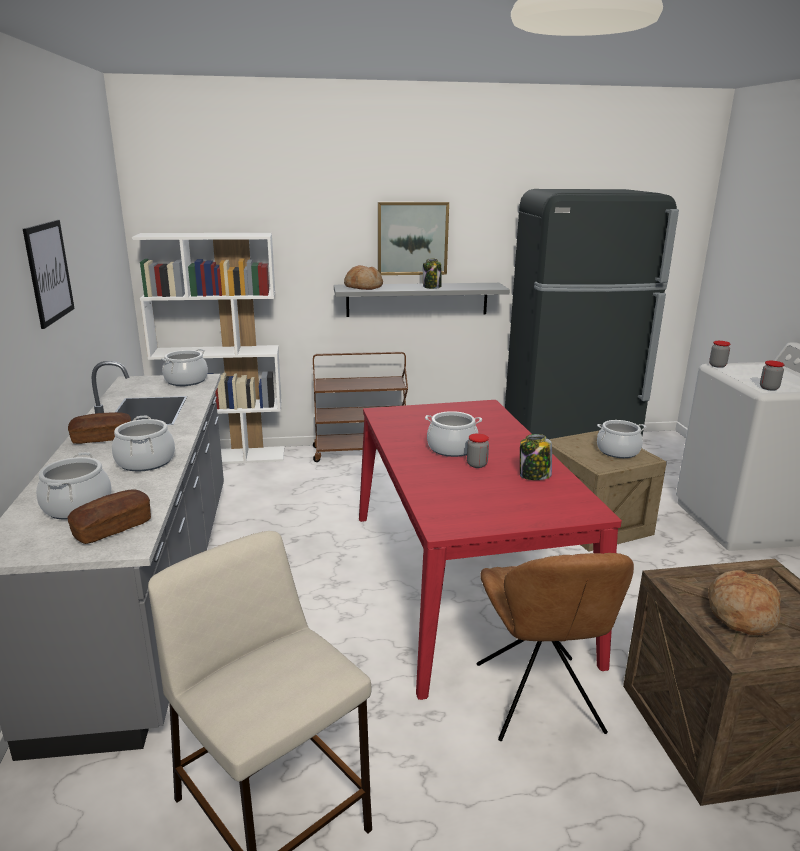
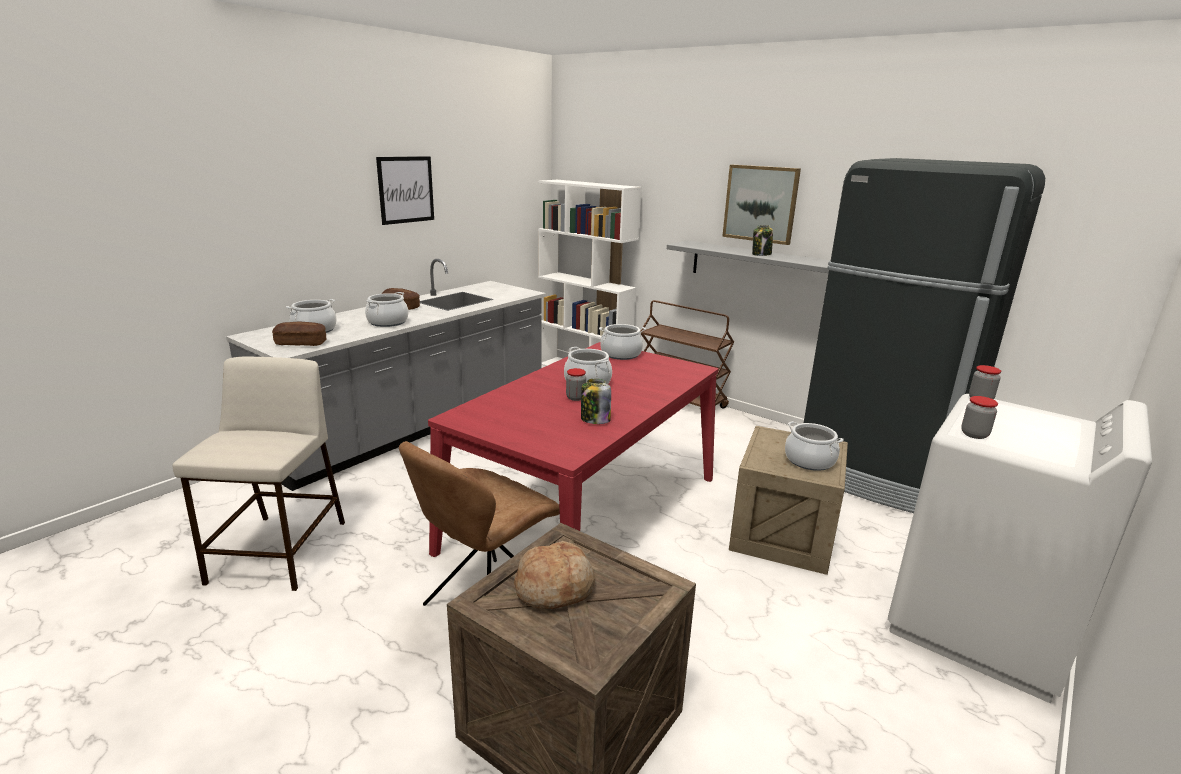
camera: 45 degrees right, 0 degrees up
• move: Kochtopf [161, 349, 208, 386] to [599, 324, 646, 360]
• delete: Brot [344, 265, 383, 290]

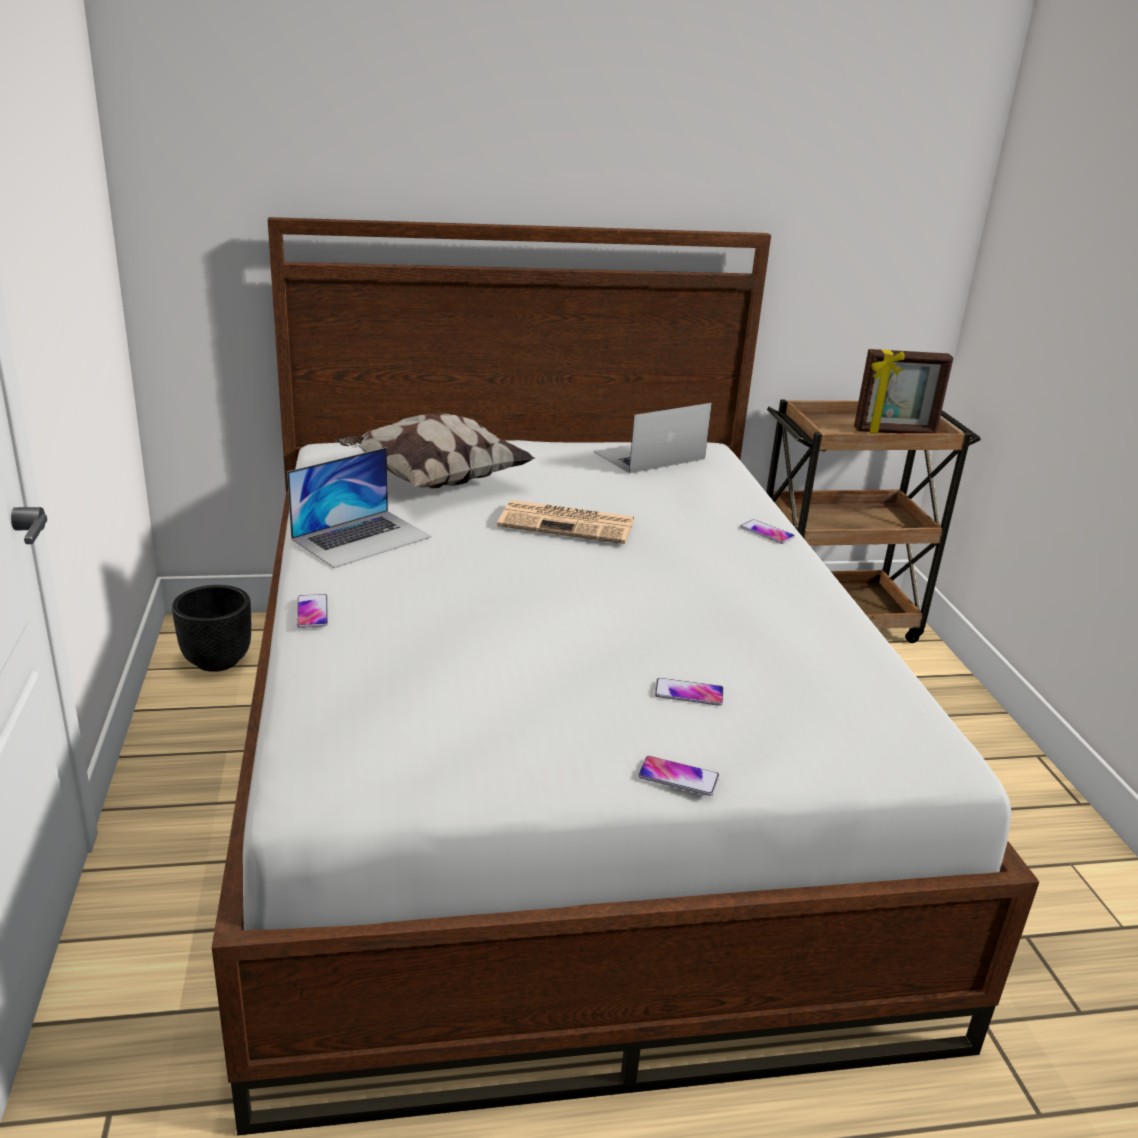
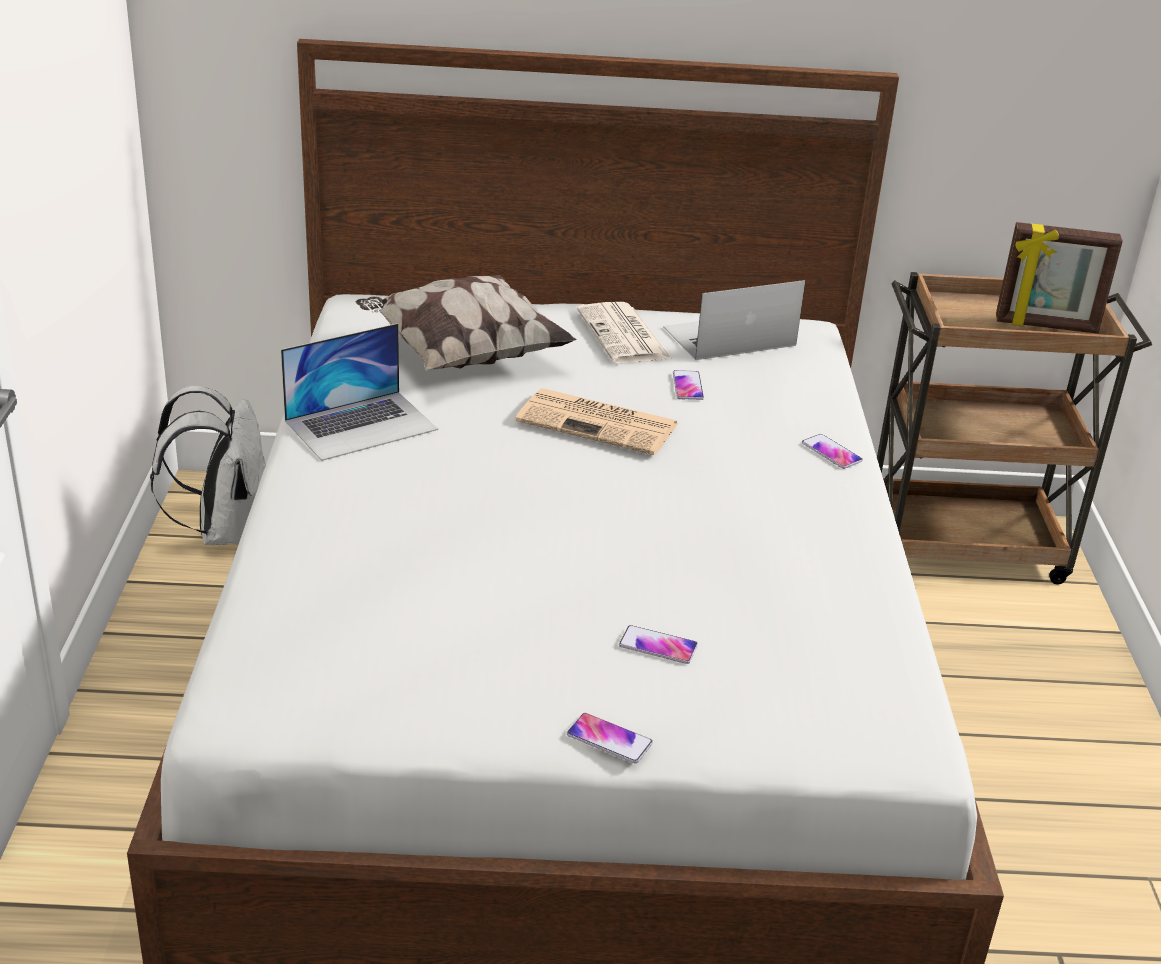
camera: 10 degrees right, 5 degrees up
• replace: Pflanzkübel (schwarz) [172, 585, 251, 672] to Rucksack (weiß) [150, 386, 265, 545]
• insert: Zeitung [577, 302, 672, 363]
• move: Handy [297, 594, 328, 628] to [673, 370, 704, 400]

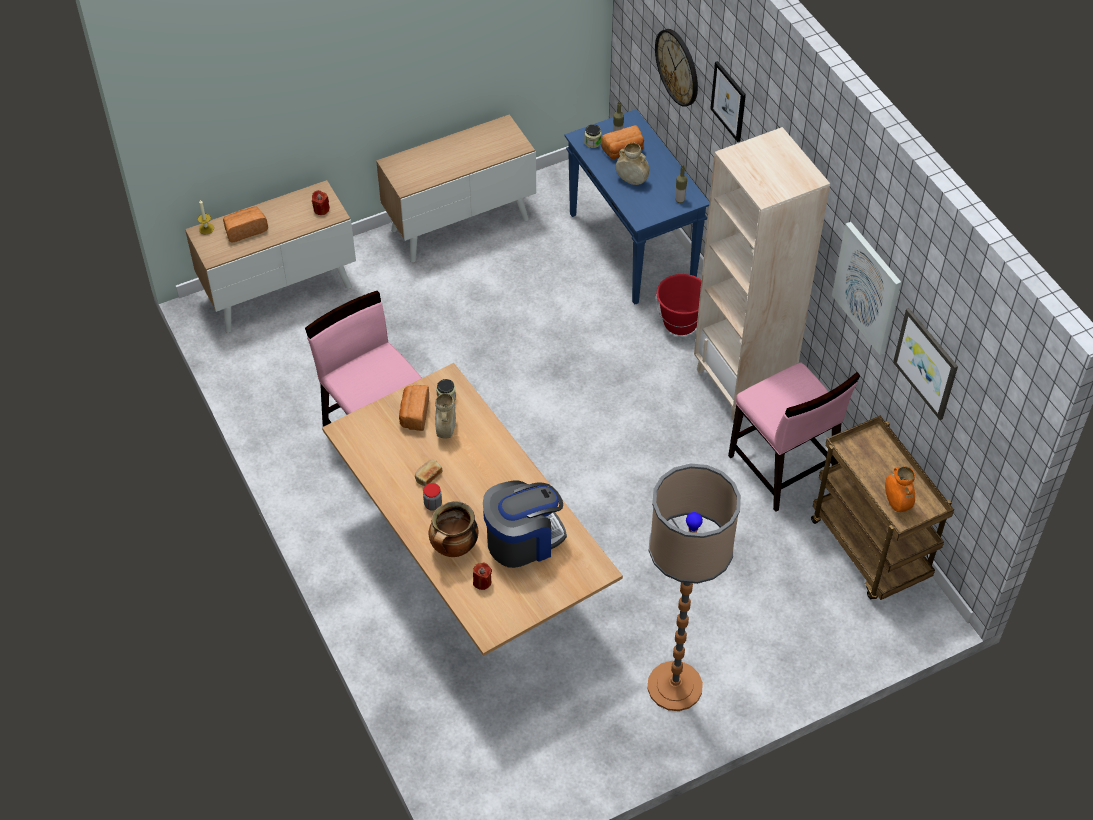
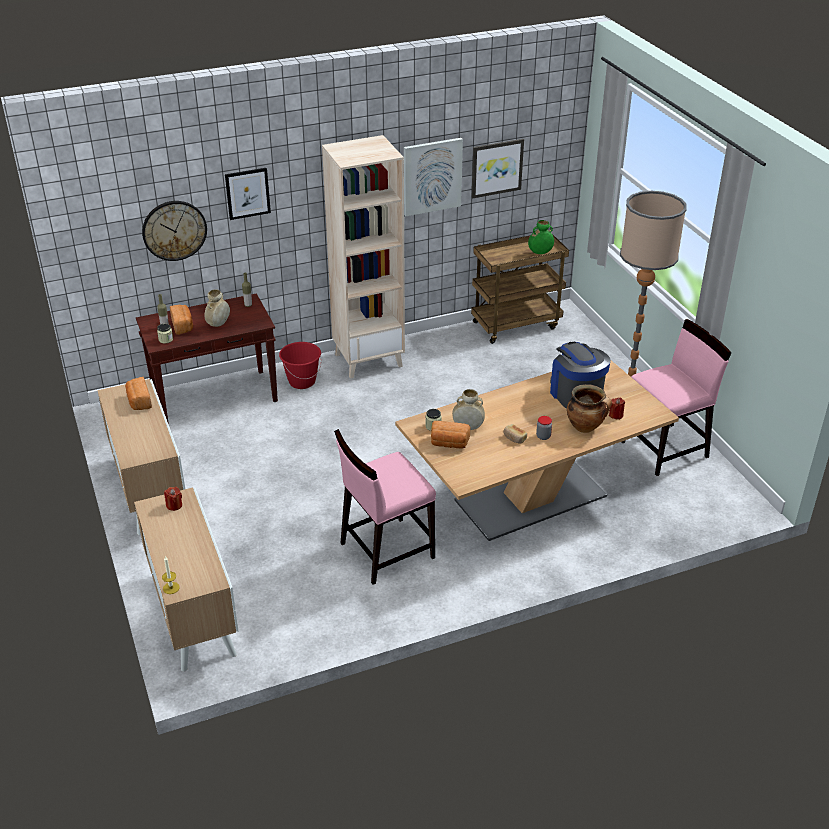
camera: 85 degrees left, 15 degrees down
• move: Brot [223, 206, 268, 243] to [125, 377, 152, 410]
• recolor: Konsolentisch (blau) [565, 109, 709, 305] to Konsolentisch (braun) [136, 293, 278, 424]
• recolor: Vase (orange) [885, 466, 915, 512] to Vase (grün) [528, 220, 554, 254]
• move: Stuhl (rosa) [728, 362, 860, 512] to [621, 319, 732, 476]

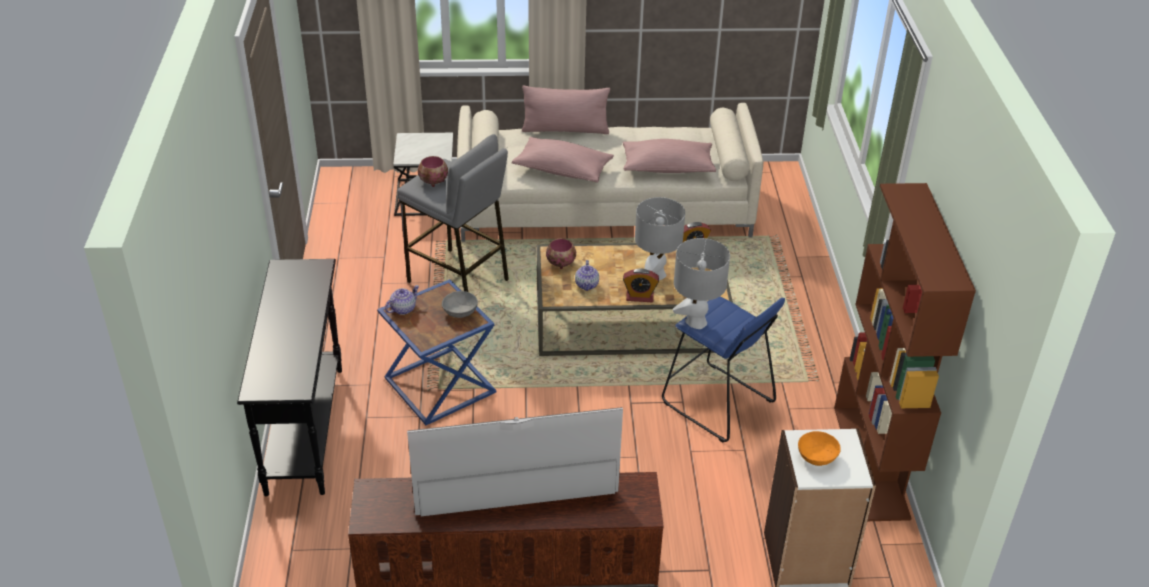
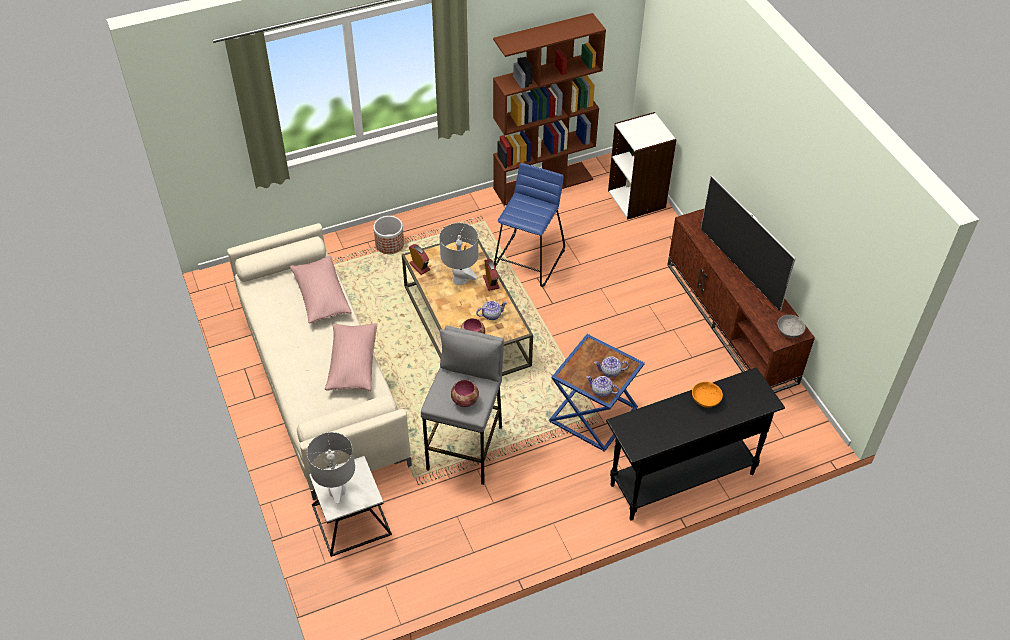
camera: 110 degrees left, 10 degrees up
• move: Tischlampe (grau) [673, 238, 730, 329] to [307, 432, 355, 504]
• insert: Pflanzkübel [373, 216, 404, 254]
• insert: Teekanne [594, 357, 629, 378]
• move: Schüssel (orange) [798, 431, 841, 466] to [692, 381, 723, 408]
• move: Schüssel (grau) [442, 291, 478, 318] to [777, 315, 806, 338]
• delete: Kissen (rosa) [522, 86, 610, 134]

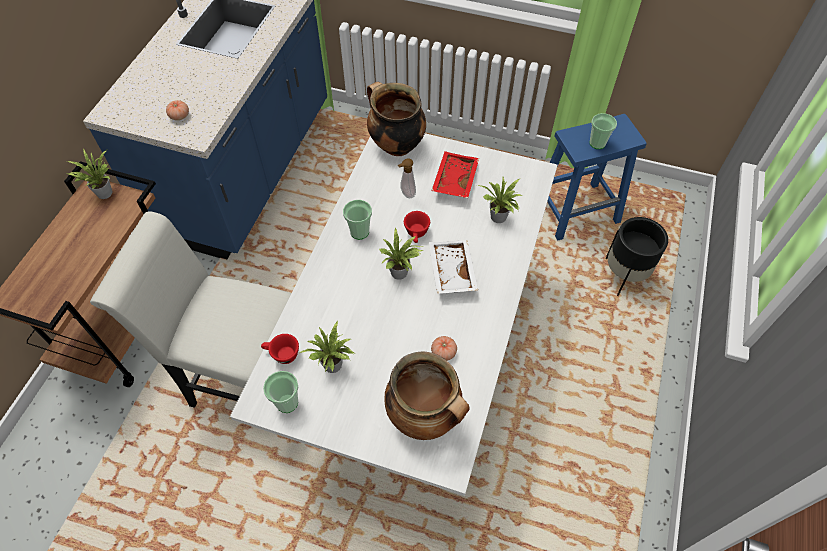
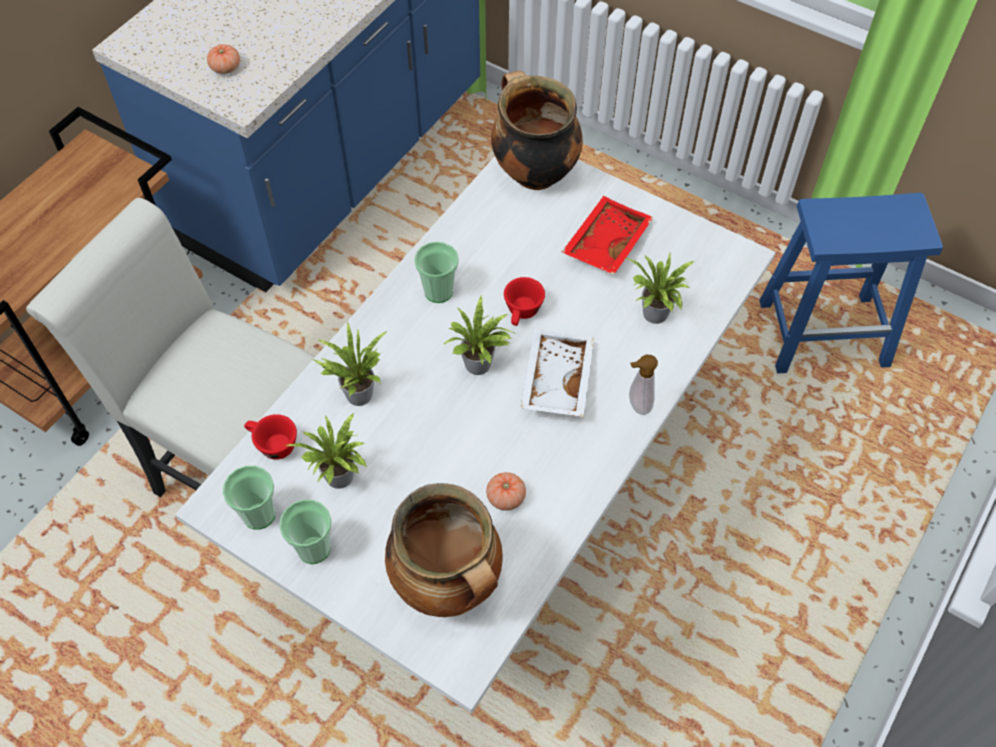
camera: 15 degrees right, 0 degrees up
• move: Tasse [589, 113, 617, 149] to [279, 500, 332, 564]
• move: Topfpflanze [66, 148, 113, 199] to [312, 321, 387, 406]
• move: Seifenspender [398, 158, 416, 198] to [629, 355, 658, 415]
• delete: Pflanzkübel (schwarz) [606, 217, 668, 296]

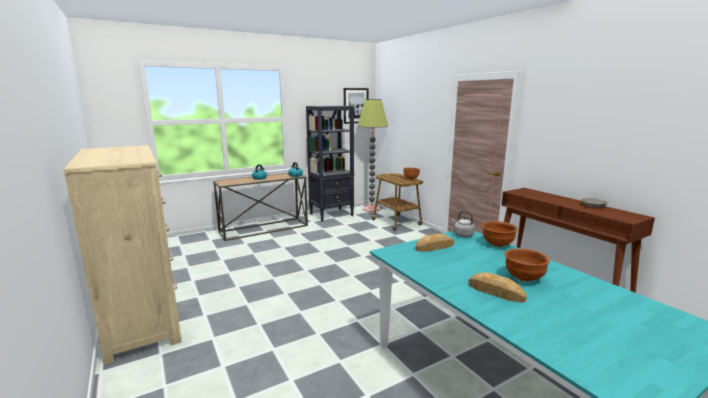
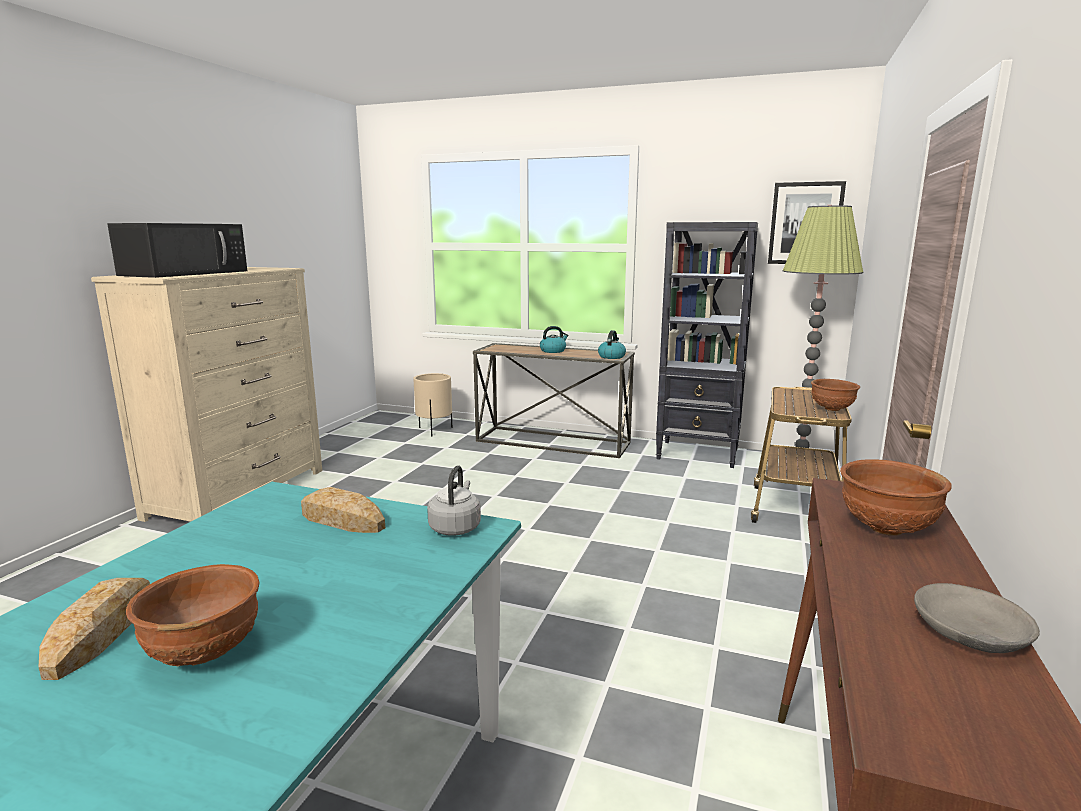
camera: 50 degrees right, 0 degrees up
• insert: Mikrowelle (schwarz) [107, 223, 247, 278]
• insert: Pflanzkübel (beige) [413, 373, 452, 436]
• move: Schüssel (braun) [482, 221, 518, 247] to [840, 459, 952, 535]

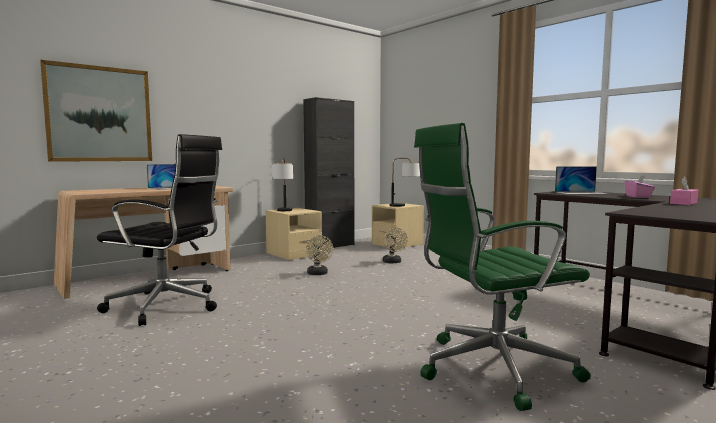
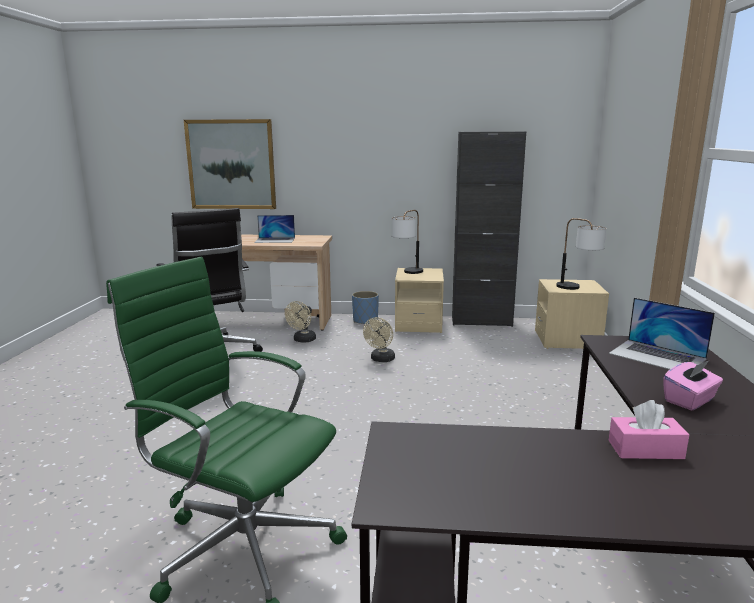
camera: 45 degrees right, 10 degrees up
• move: Ventilator (beige) [383, 228, 408, 263] to [285, 301, 316, 343]
• insert: Pflanzkübel (blau) [352, 291, 379, 325]

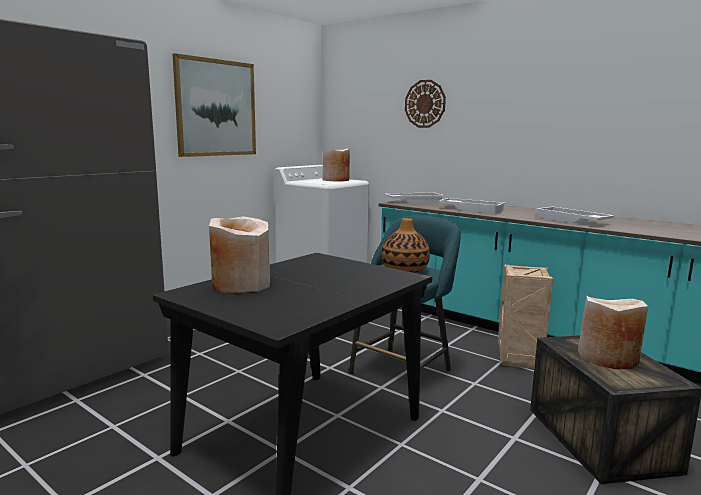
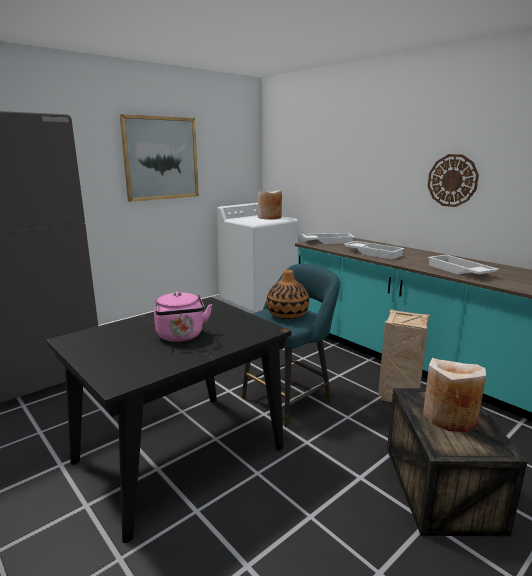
camera: 10 degrees right, 5 degrees up
• insert: Wasserkessel (rosa) [154, 292, 212, 342]
• move: Wanduhr [405, 80, 446, 128] to [428, 154, 479, 207]
• delete: Vase (beige) [209, 216, 270, 294]

